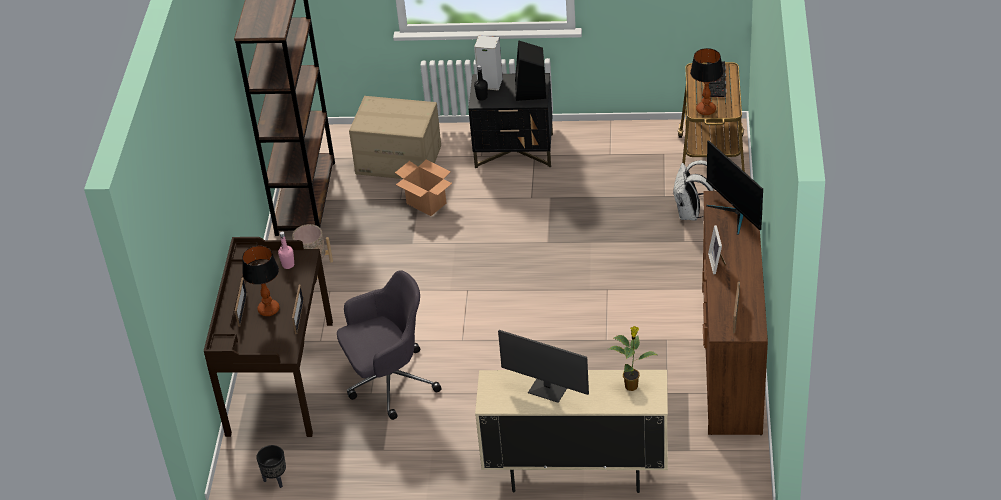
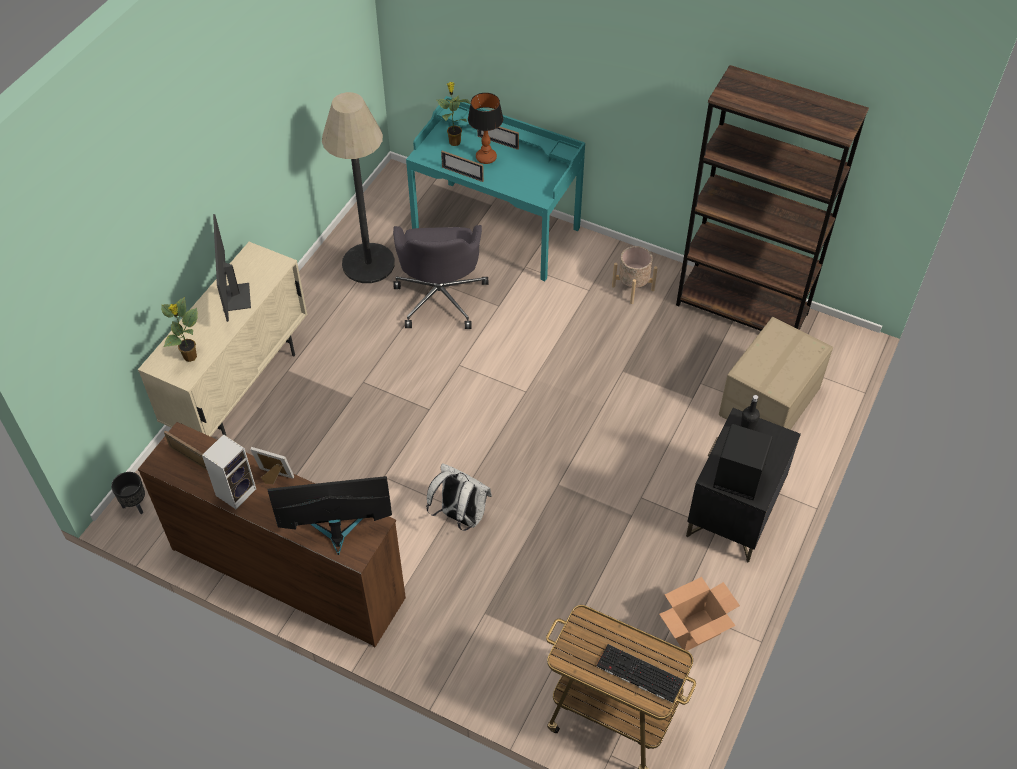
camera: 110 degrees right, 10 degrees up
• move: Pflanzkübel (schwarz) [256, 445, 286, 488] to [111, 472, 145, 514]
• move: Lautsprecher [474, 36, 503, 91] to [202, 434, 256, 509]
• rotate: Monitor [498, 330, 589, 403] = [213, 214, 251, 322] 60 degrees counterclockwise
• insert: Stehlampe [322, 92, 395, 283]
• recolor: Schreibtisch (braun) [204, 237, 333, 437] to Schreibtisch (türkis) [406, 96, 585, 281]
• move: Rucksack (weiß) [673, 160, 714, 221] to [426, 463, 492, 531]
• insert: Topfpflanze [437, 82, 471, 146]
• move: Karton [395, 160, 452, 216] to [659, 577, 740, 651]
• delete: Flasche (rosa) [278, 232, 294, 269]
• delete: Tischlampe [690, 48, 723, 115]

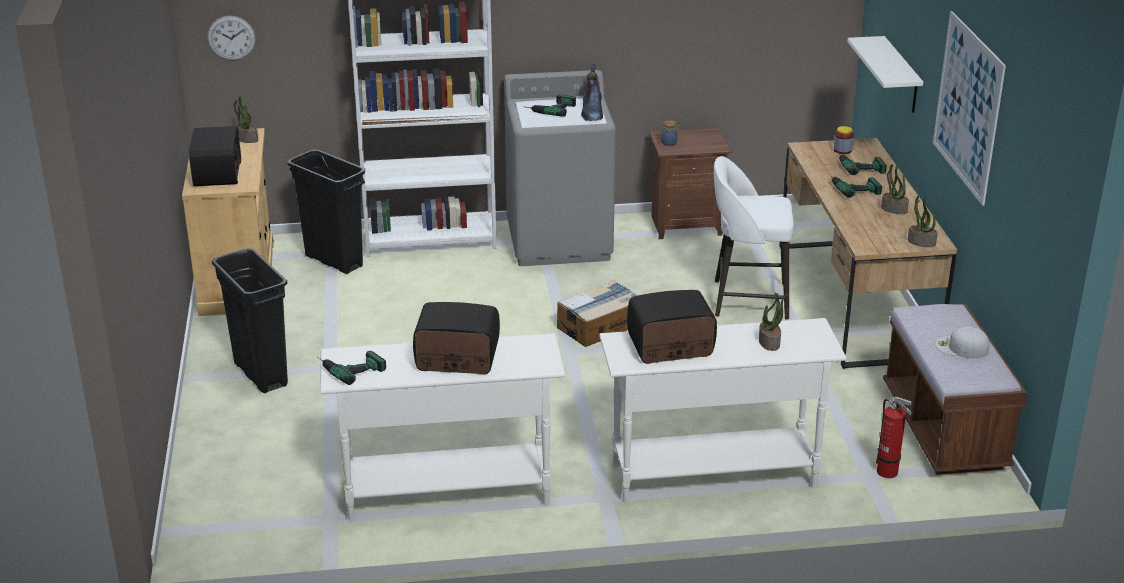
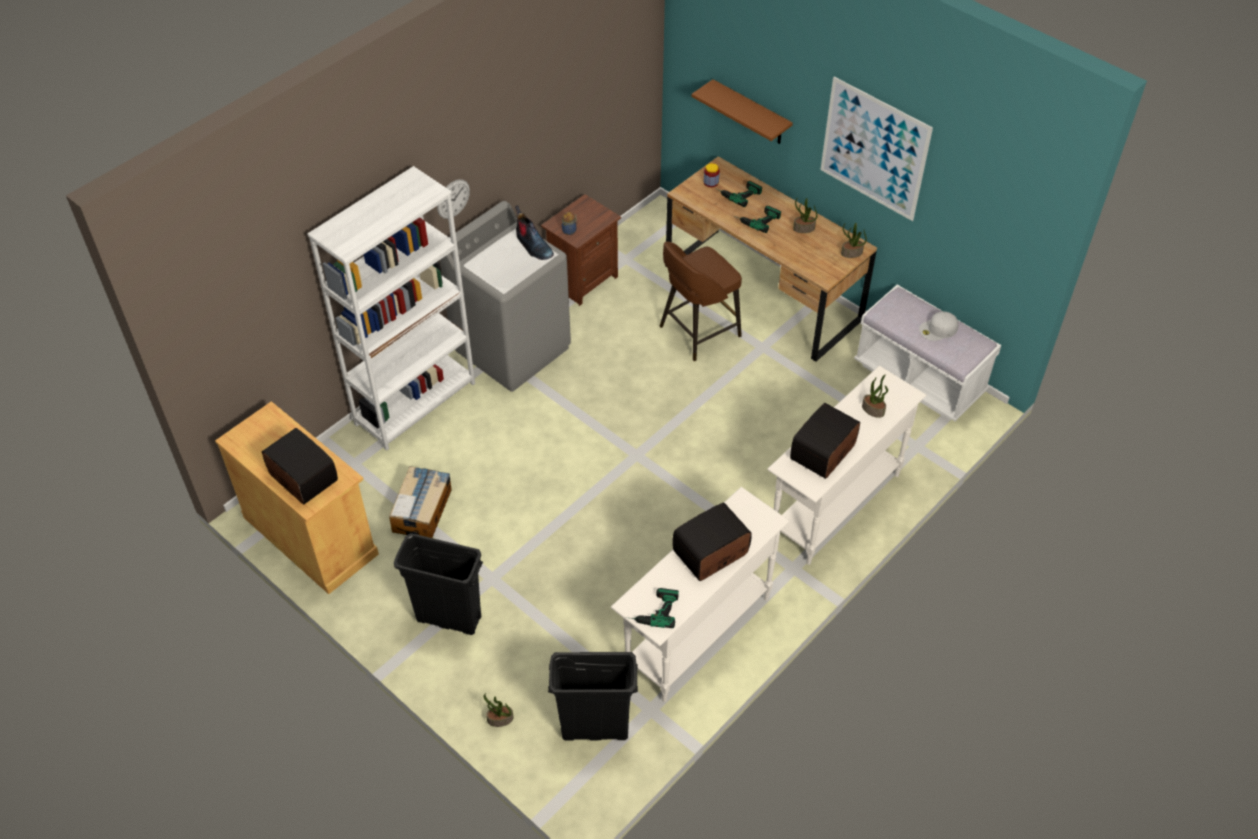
camera: 40 degrees left, 20 degrees up
• move: Karton [557, 280, 638, 347] to [389, 466, 452, 538]
• move: Wanduhr [207, 16, 255, 61] to [437, 179, 470, 219]
• move: Topfpflanze [233, 96, 258, 143] to [484, 693, 514, 727]
• move: Mülleimer (schwarz) [287, 149, 365, 274] to [548, 652, 638, 740]
• recolor: Hocker (weiß) [714, 156, 794, 320] to Hocker (braun) [660, 242, 742, 361]
• recolor: Wandregal (weiß) [847, 36, 923, 113] to Wandregal (braun) [691, 79, 793, 144]
• recolor: Bank (braun) [883, 304, 1027, 475] to Bank (weiß) [854, 285, 1001, 421]
• delete: Bohrmaschine [526, 94, 576, 117]
• delete: Feuerlöscher [876, 397, 913, 478]

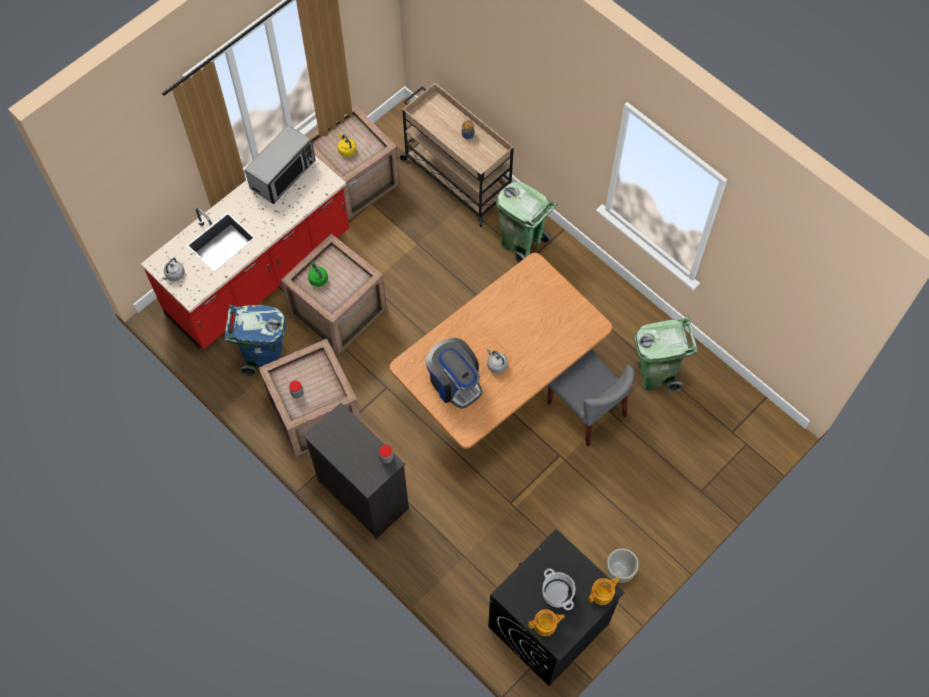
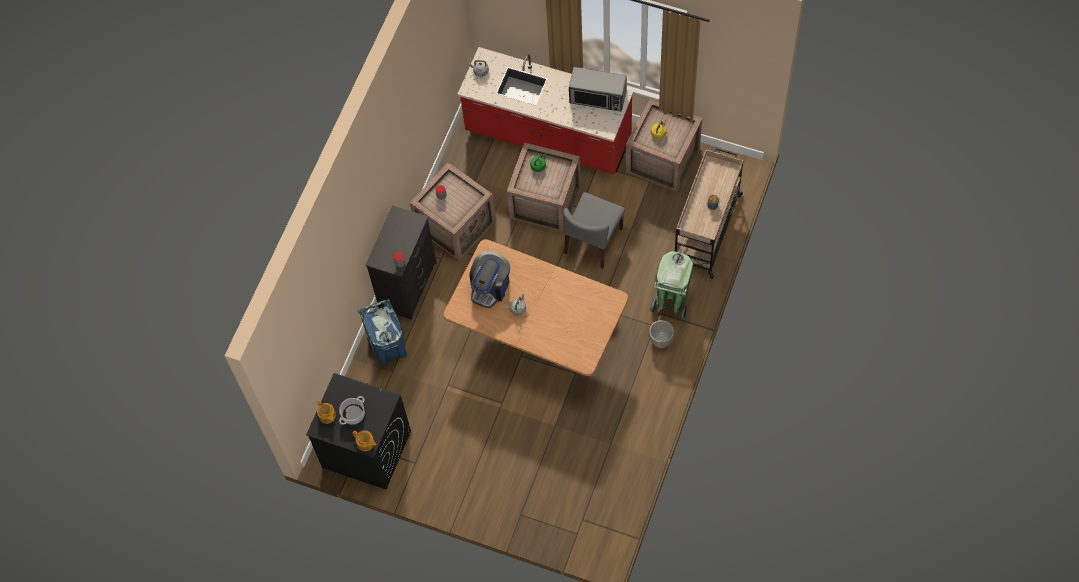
camera: 70 degrees right, 0 degrees up
• move: Mülleimer (blau) [225, 305, 286, 376] to [358, 299, 407, 365]
• move: Stuhl (grau) [547, 350, 634, 447] to [563, 192, 625, 269]
• move: Pflanzkübel (grau) [606, 548, 639, 583] to [649, 320, 674, 348]
• delete: Mülleimer (grün) [634, 316, 697, 391]

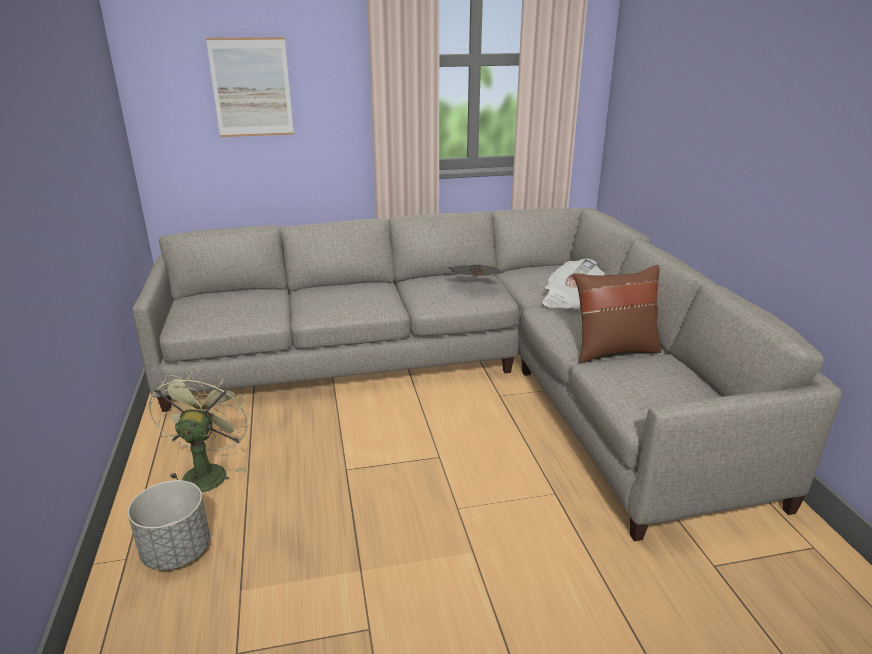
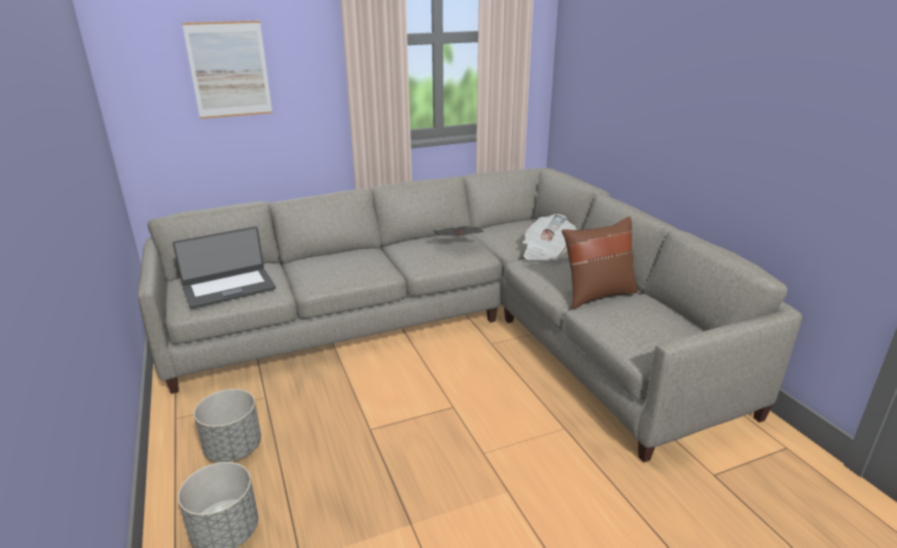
camera: 10 degrees left, 0 degrees up
• insert: Laptop [172, 226, 276, 309]
• replace: Ventilator (grün) [148, 369, 251, 492] to Pflanzkübel (grau) [194, 389, 261, 462]

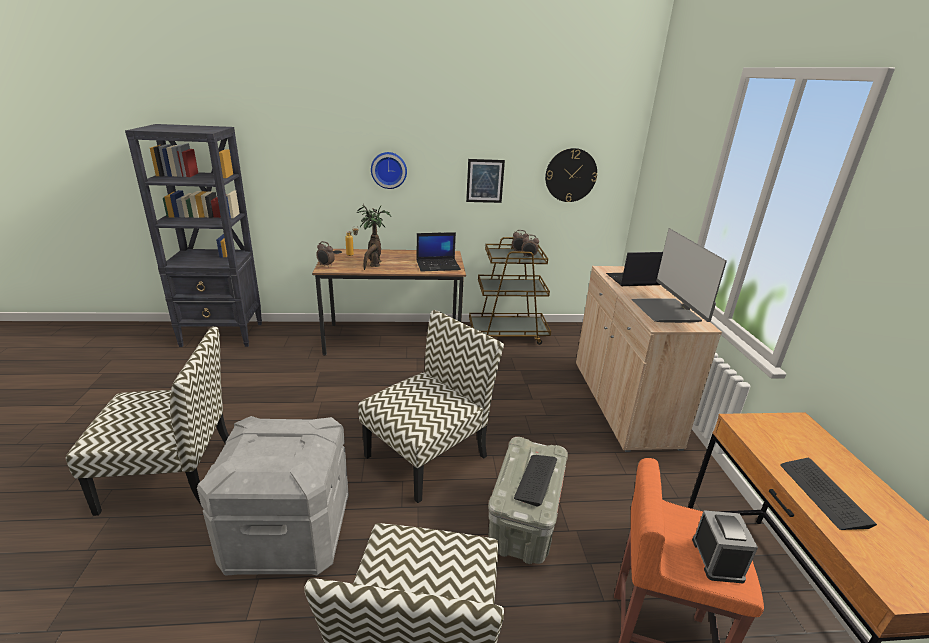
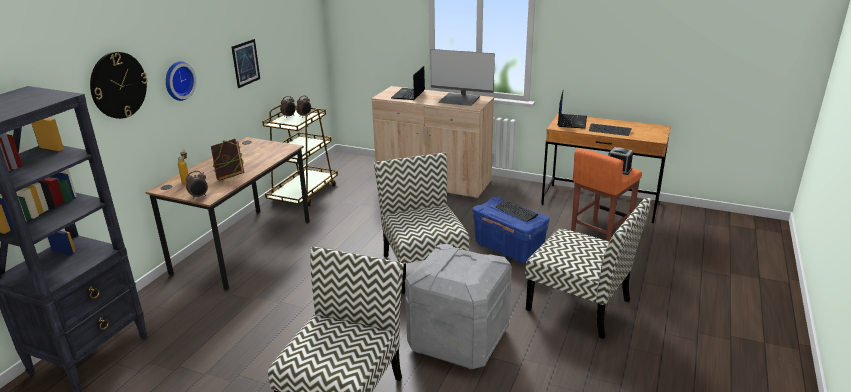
camera: 60 degrees left, 0 degrees up
• move: Wanduhr [545, 148, 597, 202] to [90, 52, 148, 119]
• replace: Topfpflanze [357, 204, 391, 270] to Buch [211, 139, 244, 181]
• recolor: Aufbewahrungsbox (grau) [488, 437, 568, 564] to Aufbewahrungsbox (blau) [473, 197, 549, 263]
• move: Laptop [416, 232, 461, 272] to [558, 91, 587, 129]

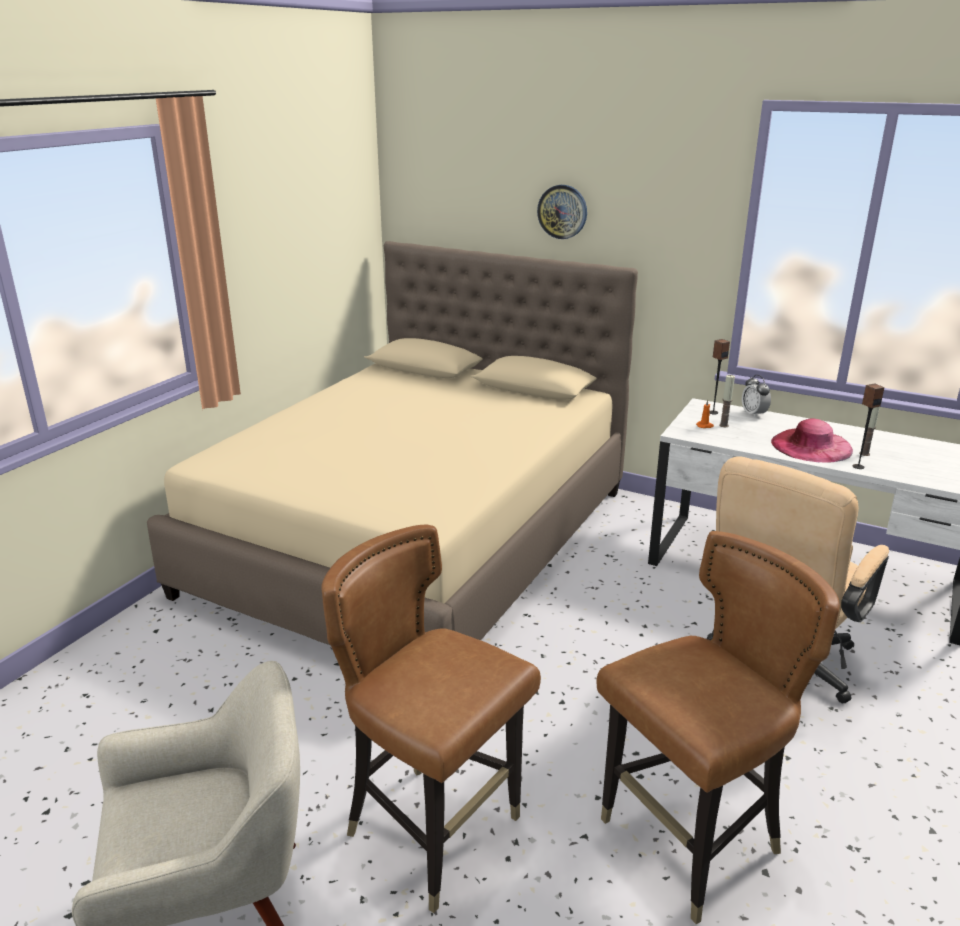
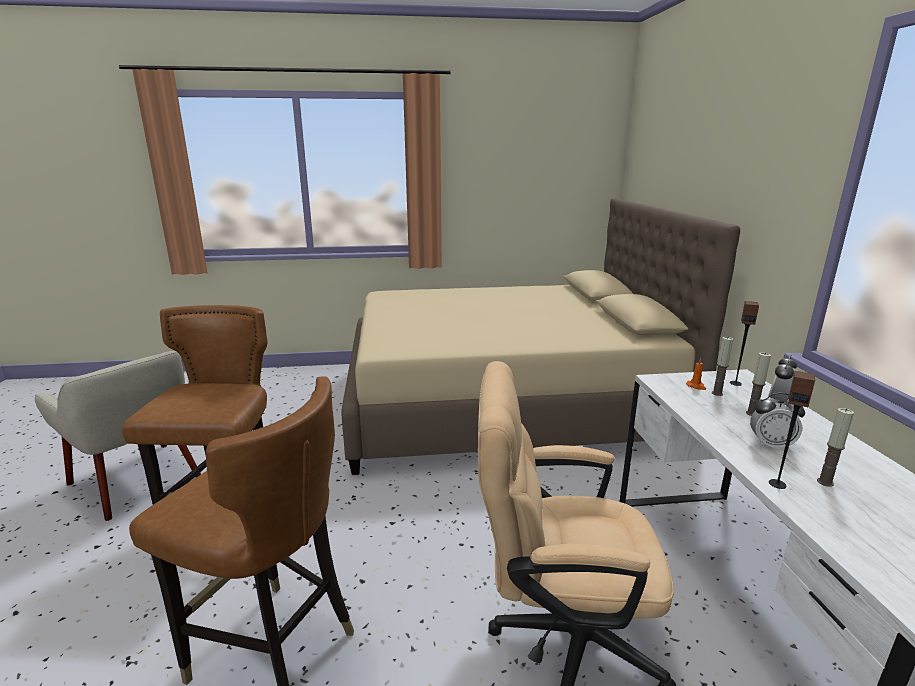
camera: 55 degrees right, 5 degrees down
• insert: Kerze [746, 352, 771, 416]
• replace: Hut (rosa) [771, 419, 853, 463] to Wecker [750, 393, 805, 448]
• delete: Wanduhr [537, 185, 587, 239]

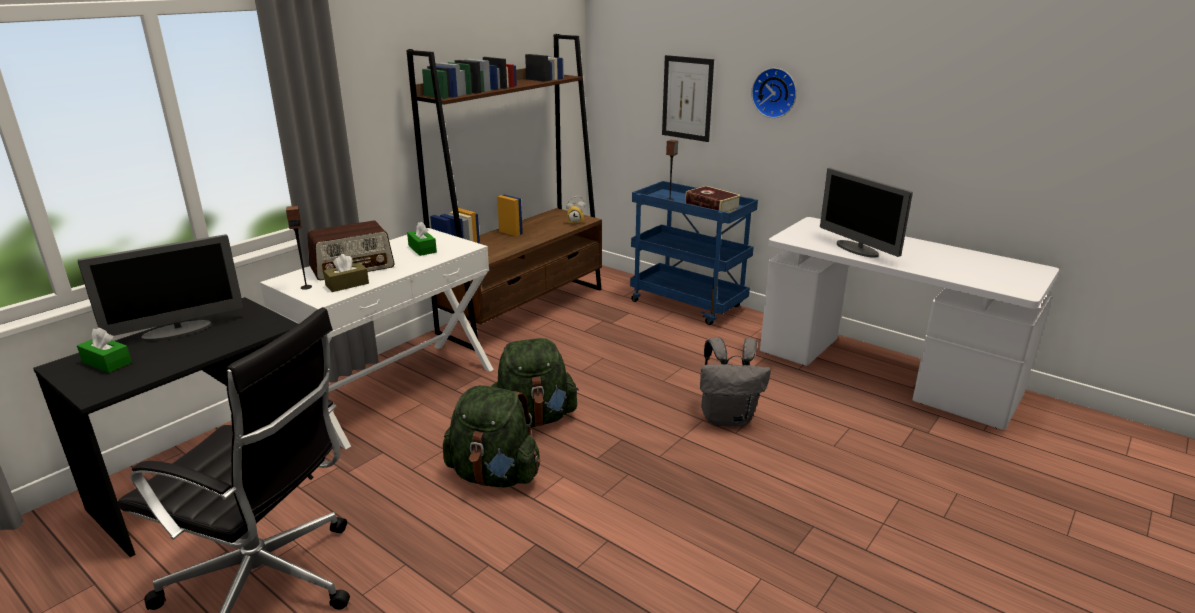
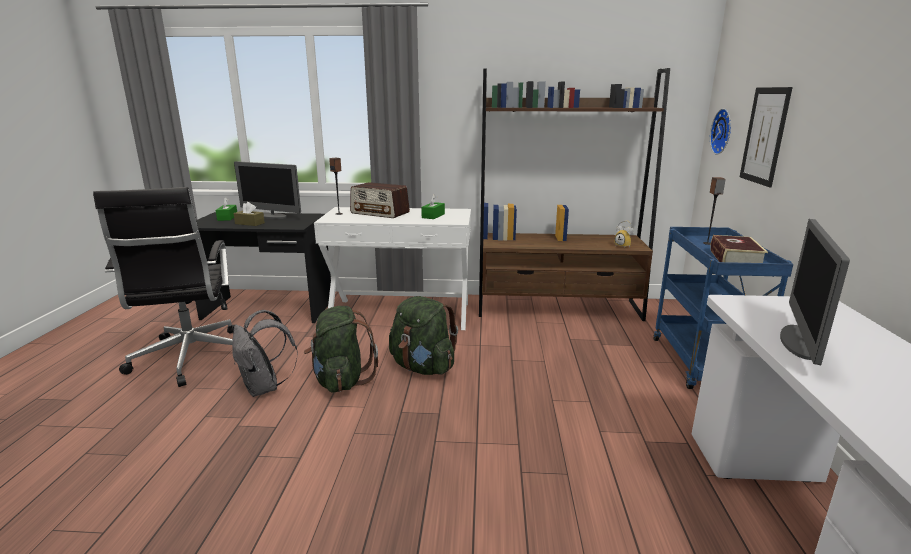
camera: 55 degrees right, 5 degrees down
• move: Rucksack (grau) [700, 338, 771, 426] to [232, 310, 298, 397]
• move: Taschentuchbox (braun) [323, 254, 369, 292] to [234, 202, 265, 226]
• move: Wanduhr [751, 68, 797, 118] to [710, 109, 731, 155]

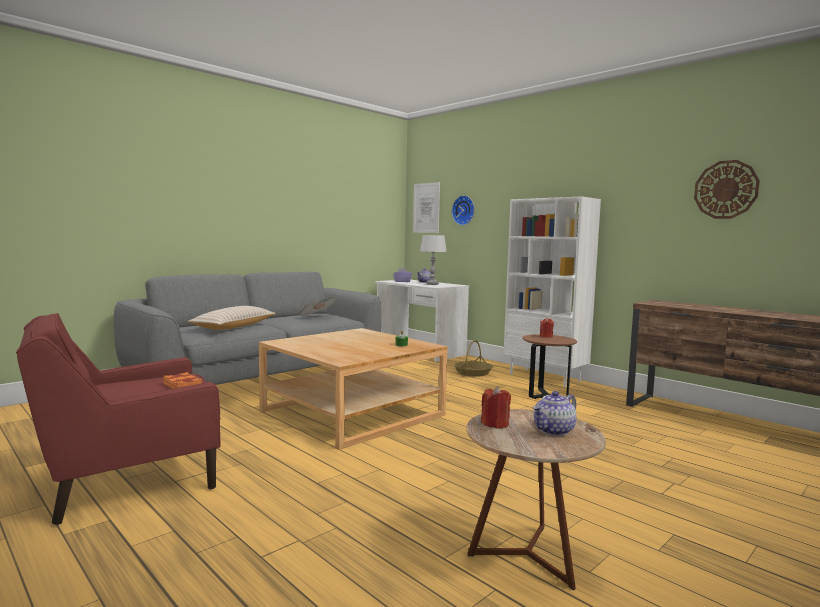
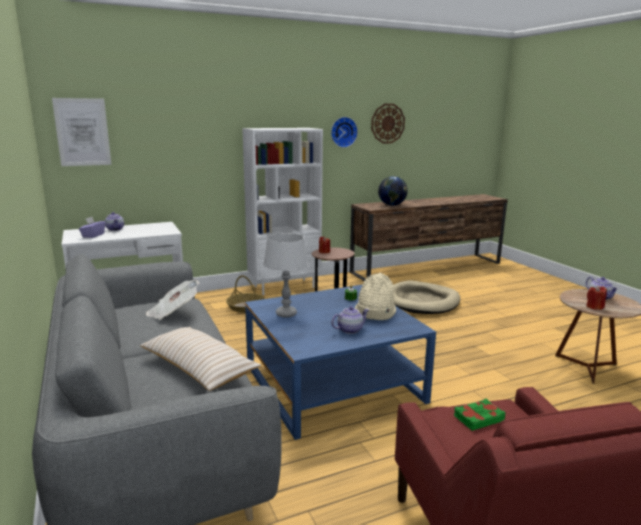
camera: 70 degrees left, 10 degrees up
• recolor: Couchtisch (beige) [259, 328, 448, 450] to Couchtisch (blau) [245, 285, 436, 440]
• move: Tischlampe (grau) [420, 235, 447, 285] to [263, 233, 308, 318]
• move: Wanduhr [452, 195, 475, 225] to [331, 117, 358, 148]
• insert: Teekanne [331, 306, 369, 334]
• insert: Hut (beige) [355, 273, 396, 320]
• insert: Globus [378, 176, 408, 206]
• insert: Hundebett (beige) [393, 281, 460, 314]
• recolor: Buch (orange) [163, 372, 202, 389] to Buch (grün) [454, 399, 506, 431]

